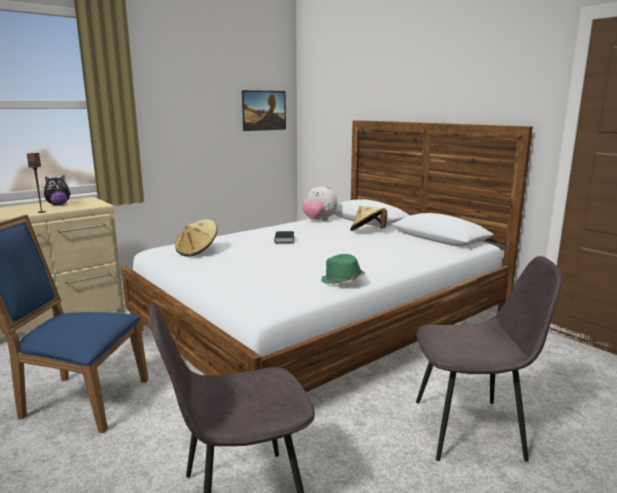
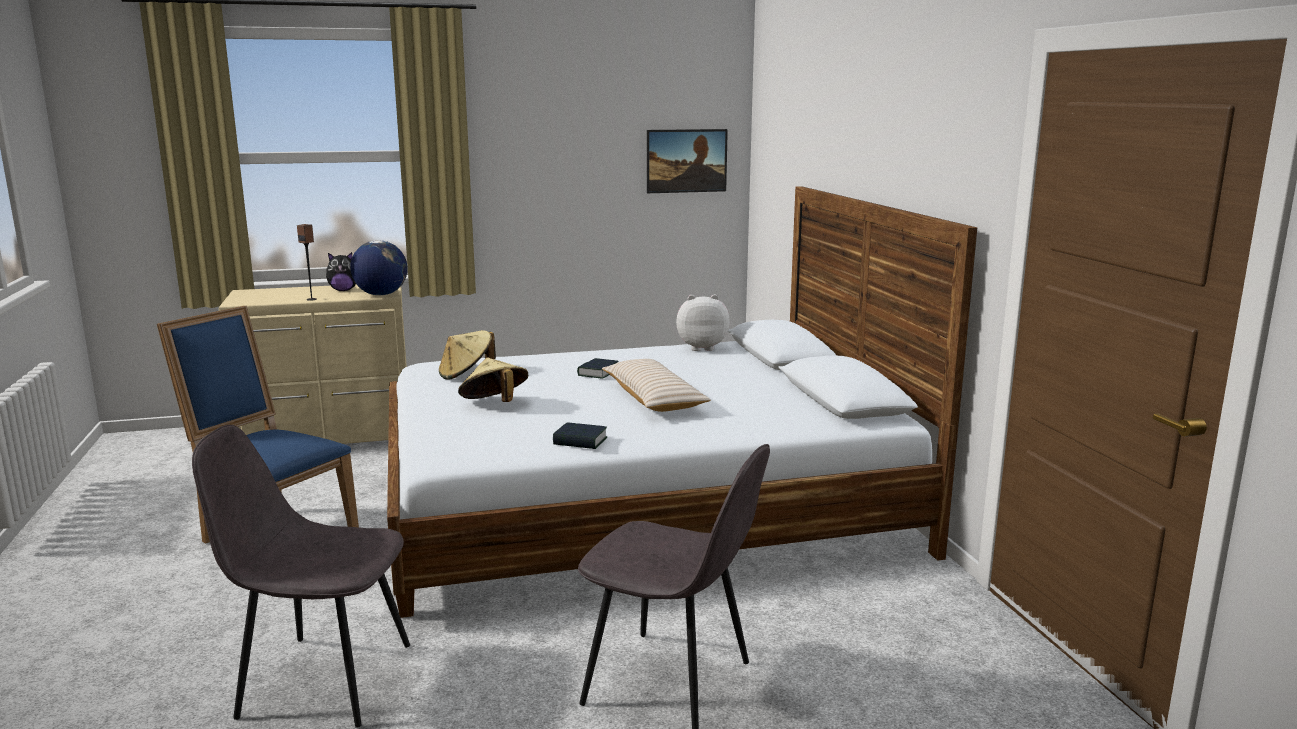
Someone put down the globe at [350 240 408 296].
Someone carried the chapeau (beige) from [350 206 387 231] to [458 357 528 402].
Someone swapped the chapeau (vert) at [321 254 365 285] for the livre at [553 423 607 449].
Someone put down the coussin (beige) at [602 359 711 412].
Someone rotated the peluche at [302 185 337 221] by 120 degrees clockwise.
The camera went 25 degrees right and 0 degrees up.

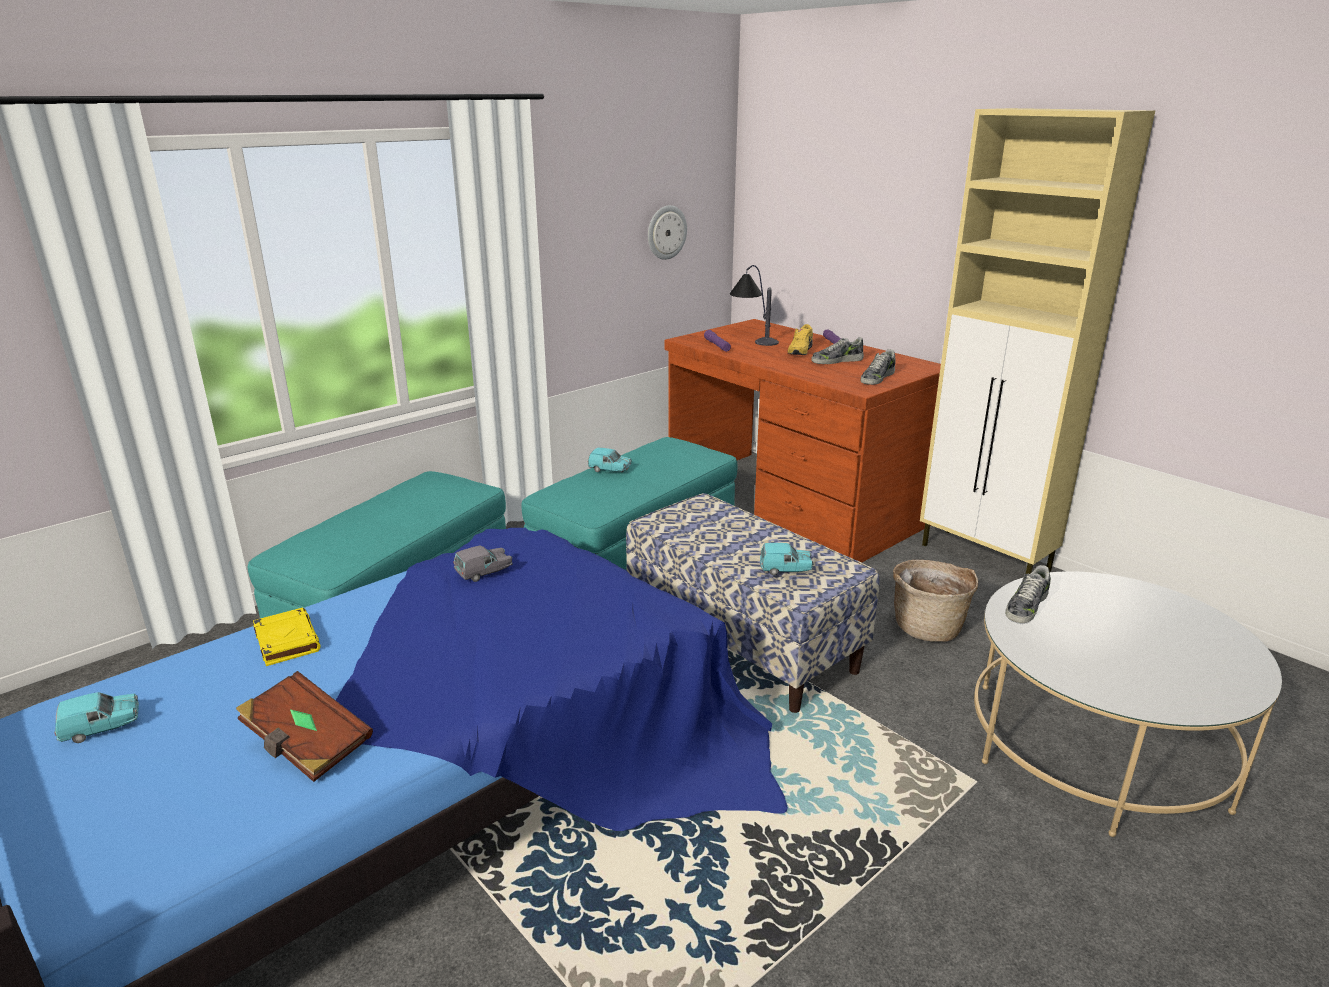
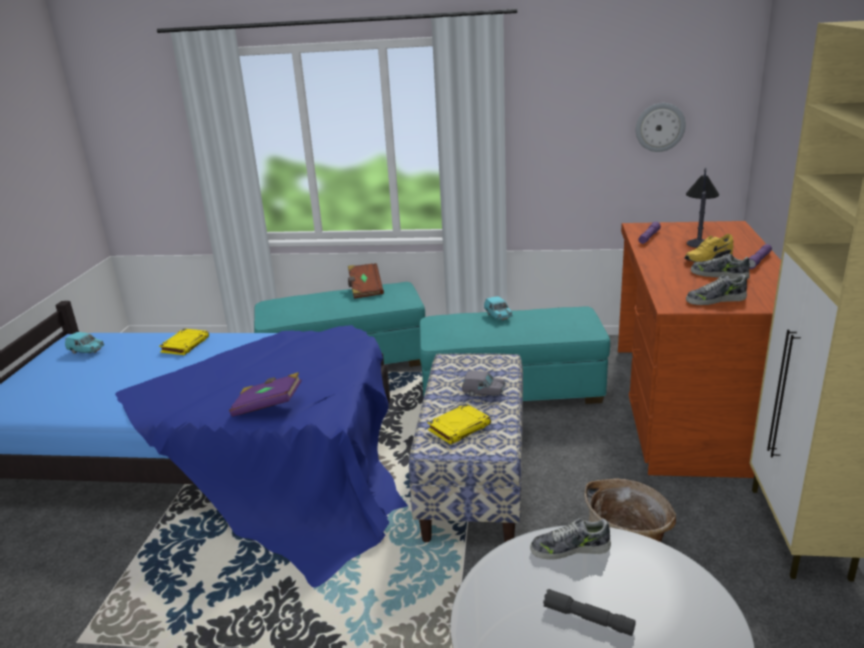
Someone put down the livre (violet) at [229 372 302 417].
Someone carried the livre (marron) from [236 671 373 782] to [348 263 384 299].
Someone swapped the petite voiture (turquoise) at [760 543 813 575] for the livre (jaune) at [427 404 491 445].
Someone carried the petite voiture (gris) from [453 546 512 582] to [462 371 505 397].
Someone put down the lampe de poche (gris) at [543 589 636 636].
The camera went 50 degrees right and 0 degrees up.

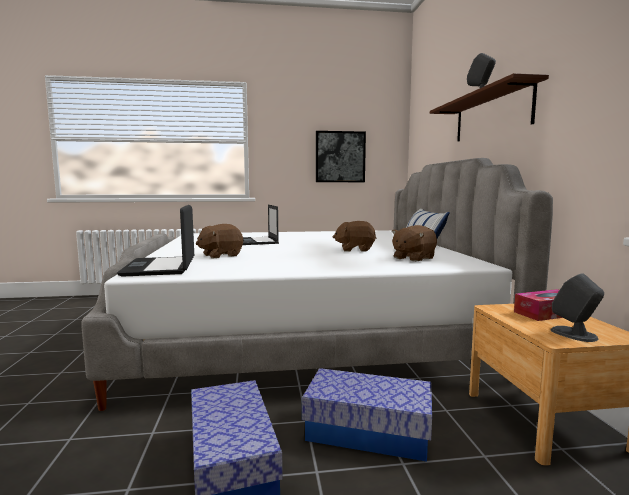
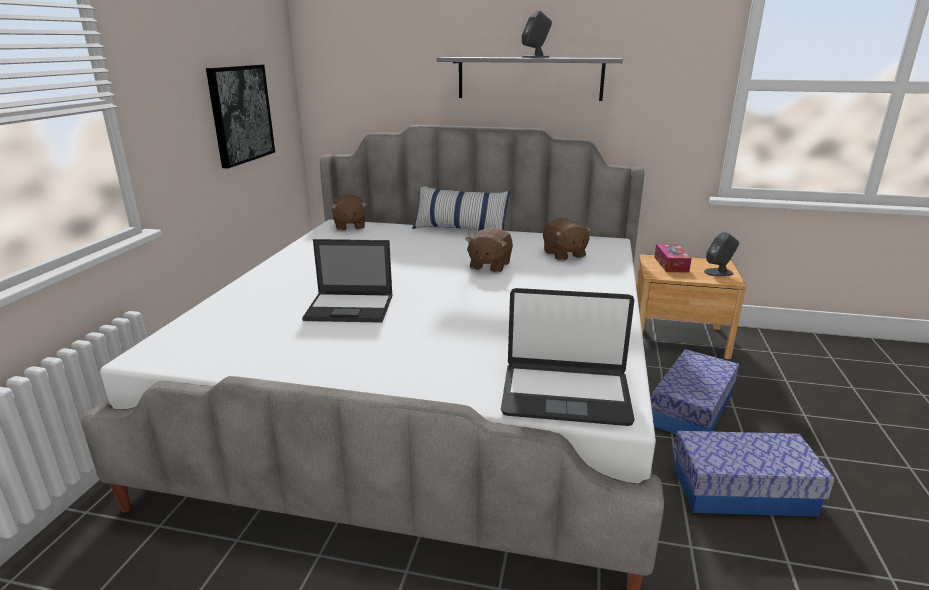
Someone carried the peluche (marron) from [195 224 243 259] to [330 194 367 231].
Someone repainted the étagère (marron) at [430 73 549 141], which became the étagère (gris) at [437 57 623 101].
The camera went 70 degrees left and 15 degrees up.

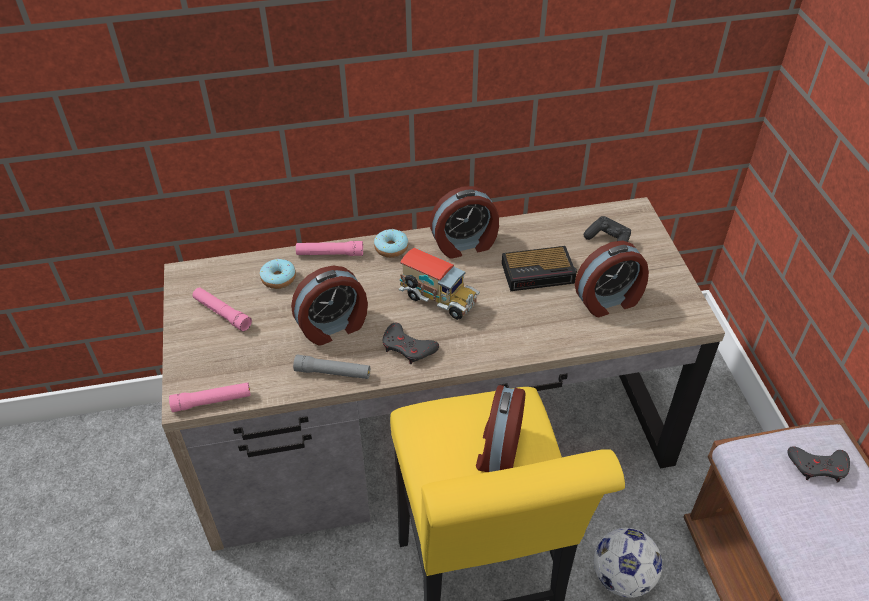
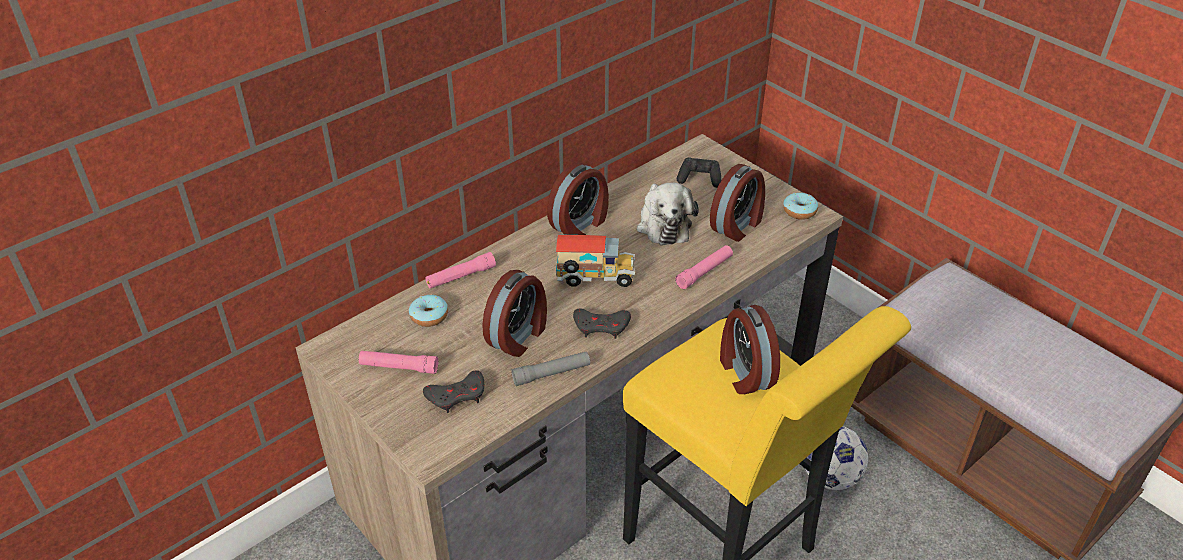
Someone carried the manette (gris) from [788 446 850 482] to [423 370 484 413].
Someone swapped the réveil at [502 246 577 291] for the peluche at [637 183 699 246].
Someone carried the lampe de poche (rose) from [169 382 251 412] to [675 245 733 289].
Someone carried the beignet from [374 229 409 258] to [783 193 818 220].
The camera went 30 degrees left and 5 degrees down.

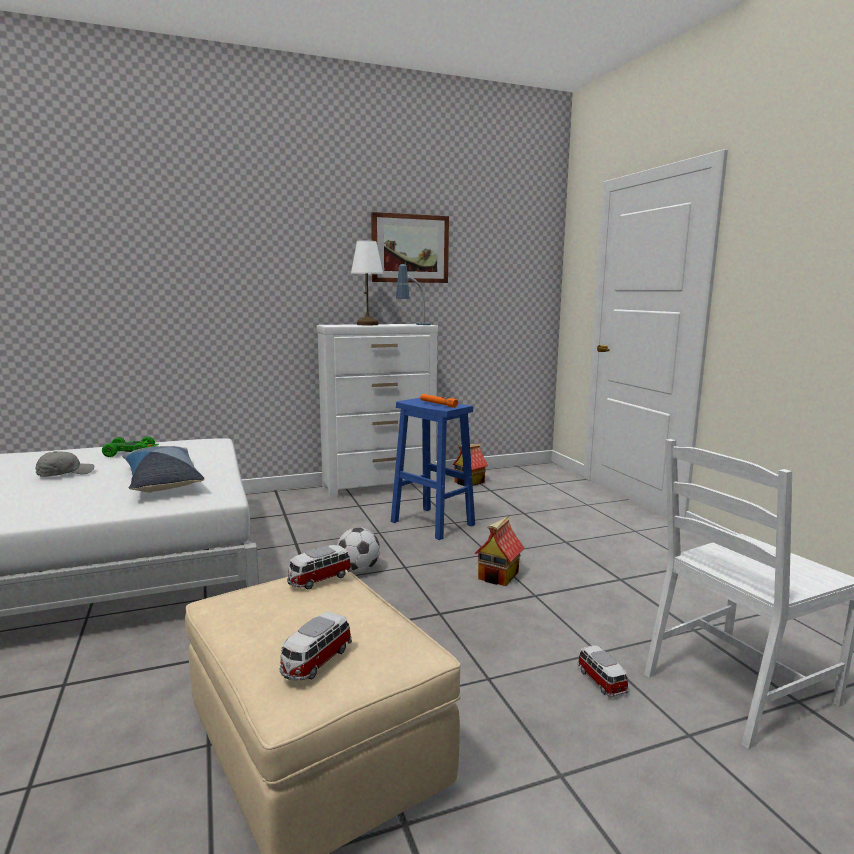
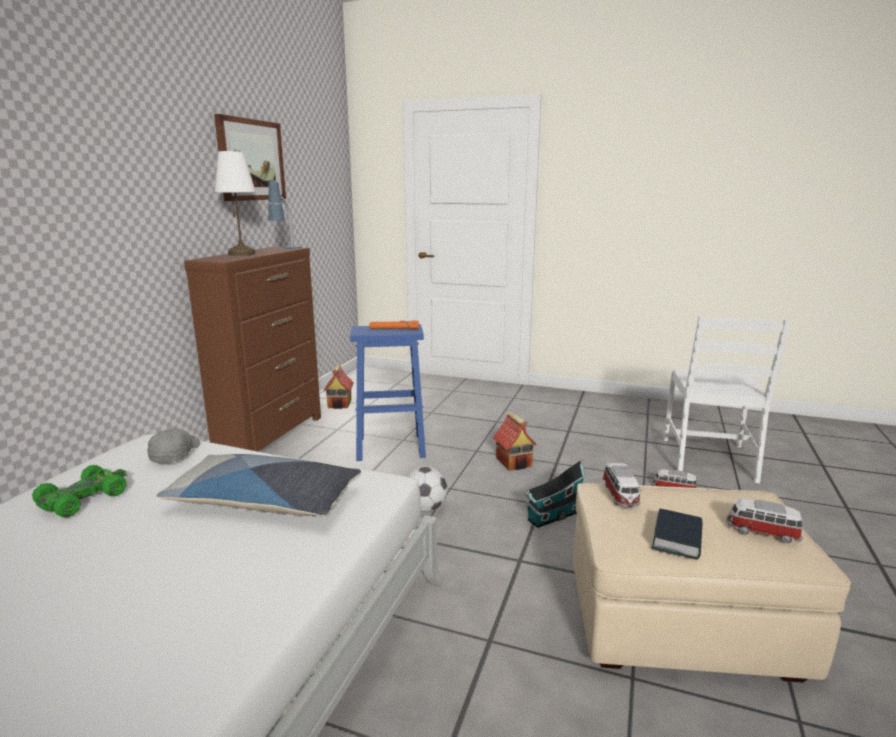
Someone carried the casquette (gris) from [35 451 94 477] to [147 428 200 463].
Someone repainted the commode (blanc) at [317 324 438 498], which became the commode (marron) at [184 246 321 451].
Someone put down the maison miniature at [525 460 585 528].
Someone put down the livre at [652 509 703 560].
Someone rotated the petite voiture at [280 612 352 681] by 135 degrees clockwise.
The camera went 50 degrees left and 5 degrees up.

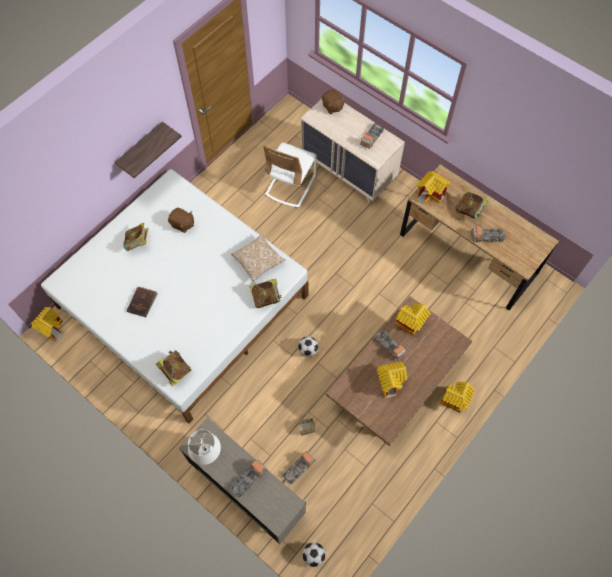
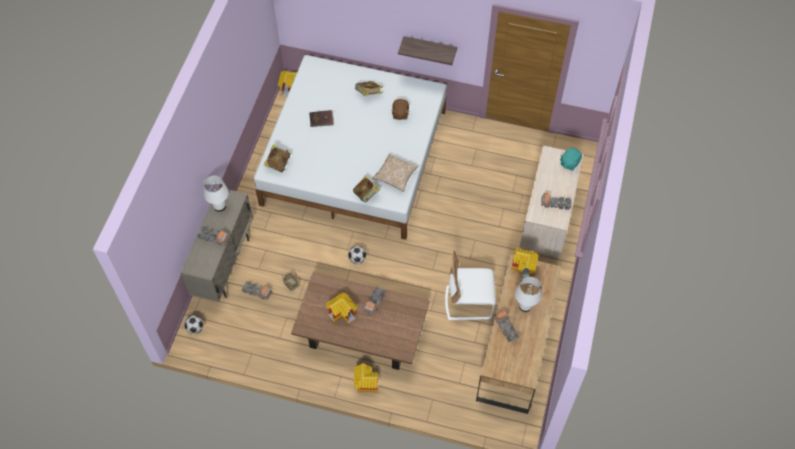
Someone carried the chaise (blanc) from [263 142 317 208] to [445 249 496 320].
Someone swapped the livre at [456 190 489 219] for the lampe de table (blanc) at [515 277 541 312].
Someone repainted the peluche (marron) at [322 90 345 114], which became the peluche (turquoise) at [560 148 582 171].
Someone took away the maison miniature at [395 304 431 336].
The camera went 65 degrees right and 5 degrees down.

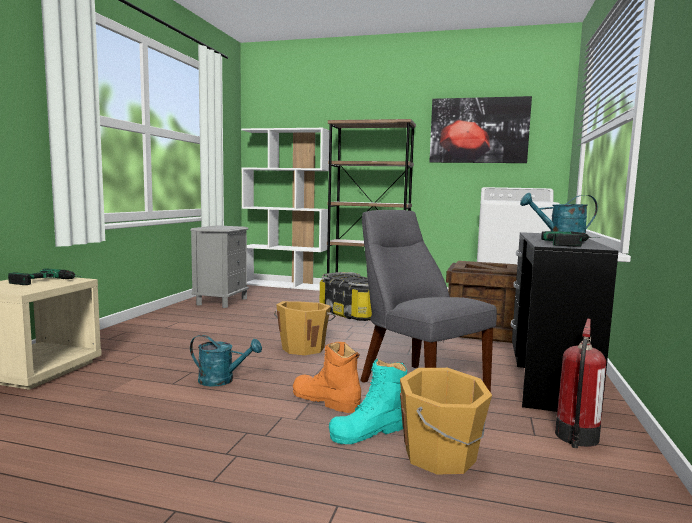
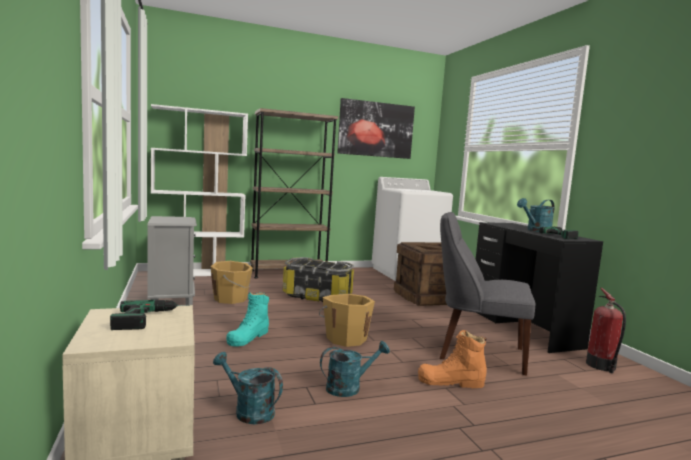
Someone carried the seau (orange) from [400 368 492 475] to [211 261 253 304].
Someone put down the arrosoir (turquoise) at [213 352 283 424].
Someone carried the botte (turquoise) from [329 359 407 444] to [226 292 269 347].
The camera went 35 degrees left and 0 degrees up.

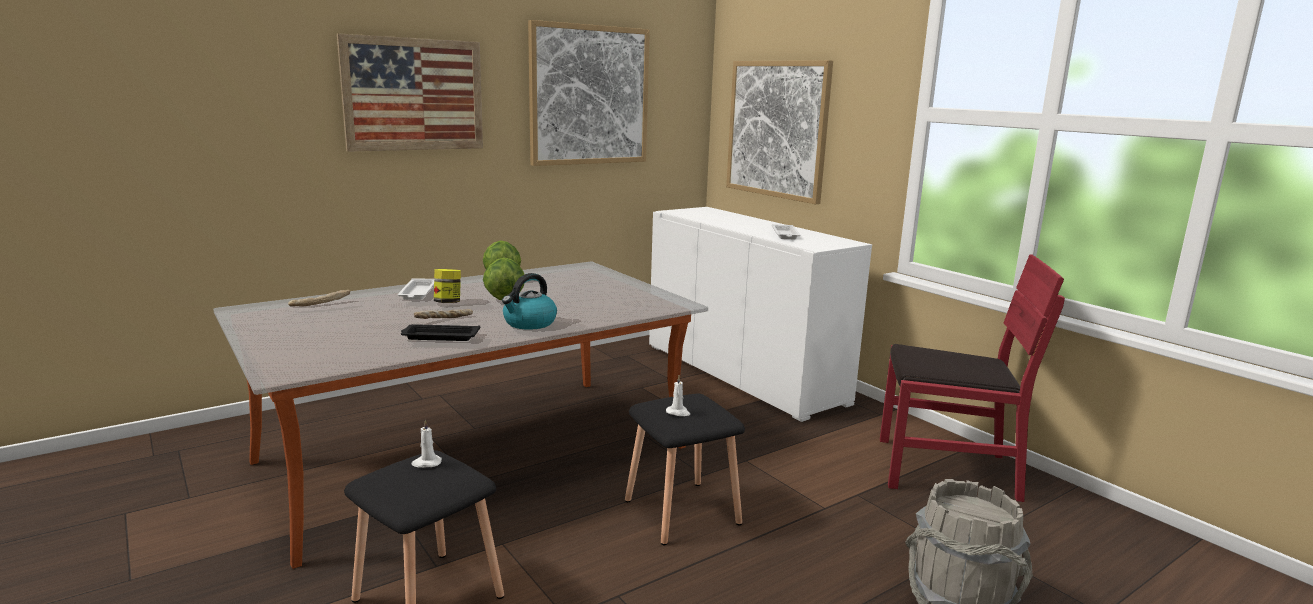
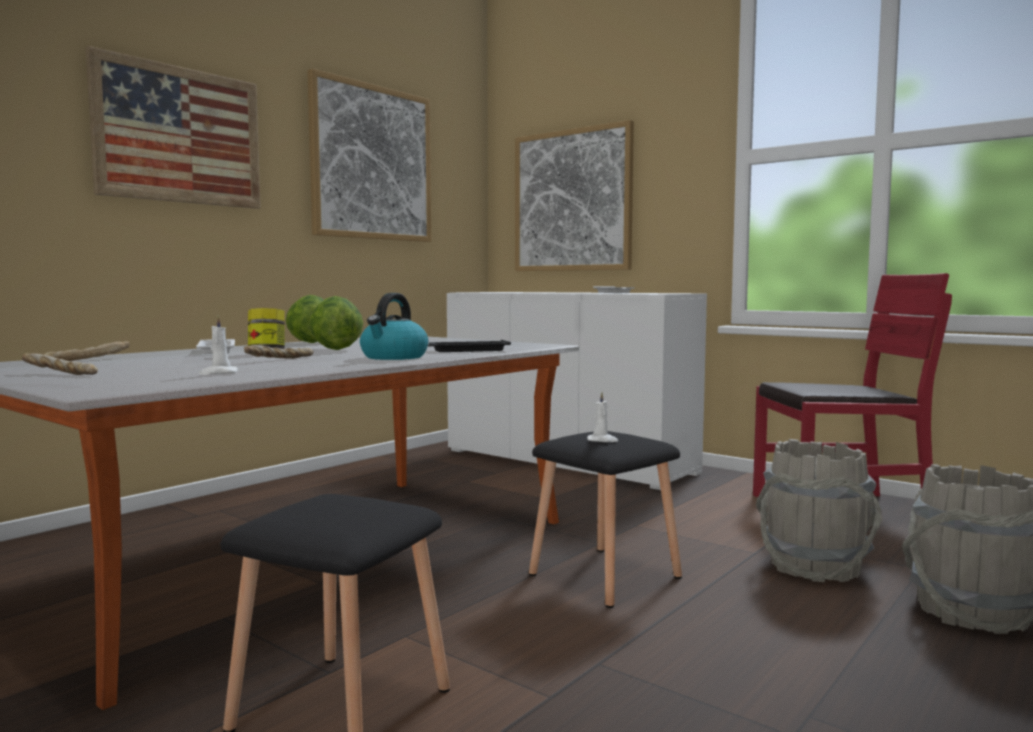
Someone put down the pain at [22 353 98 375].
Someone carried the bougie (blanc) from [411 420 442 468] to [199 315 238 375].
Someone carried the plateau (noir) from [401 324 480 341] to [428 340 511 352].
Someone put down the seau (gris) at [756 439 883 582].
The camera went 15 degrees left and 10 degrees down.

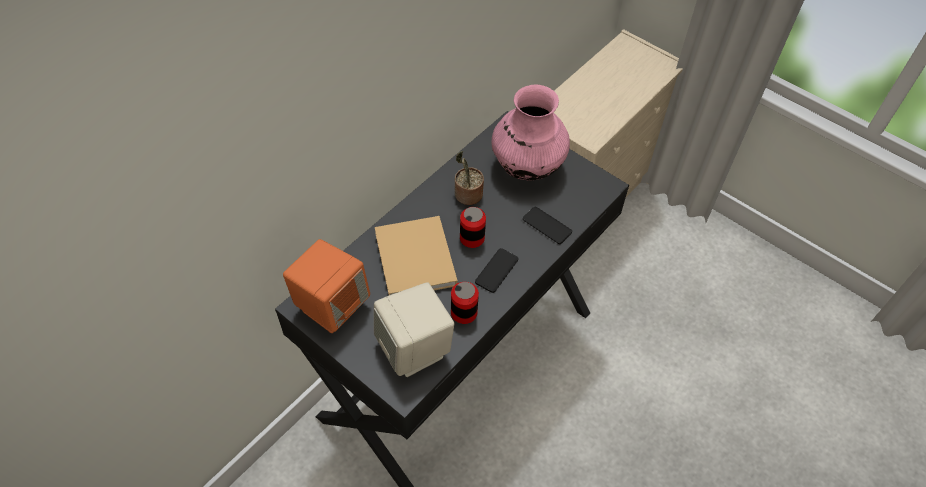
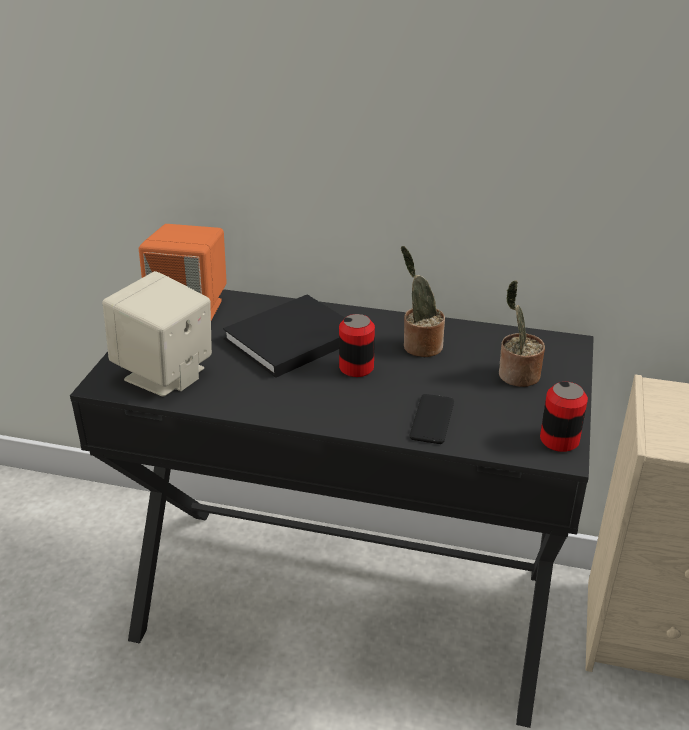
Someone repainted the livre (beige) at [375 216 457 295], which became the livre (noir) at [223 295 345 378].
Someone swapped the vase (rose) at [492 85 570 181] for the plante en pot at [499 280 545 387].
Someone carried the boîte métallique from [451 282 479 324] to [540 382 588 452].
Someone took away the téléphone at [475 248 518 293].
The camera went 65 degrees right and 20 degrees down.

